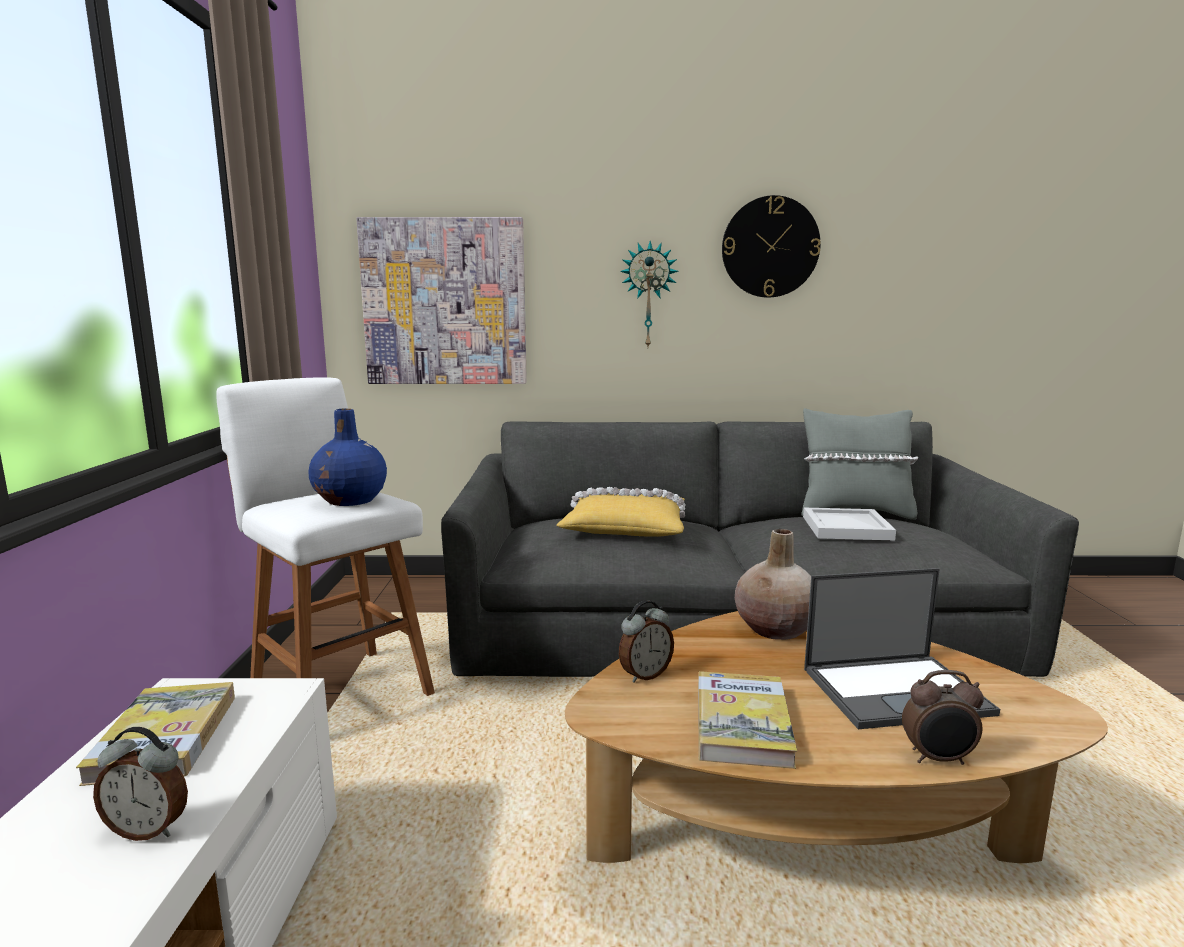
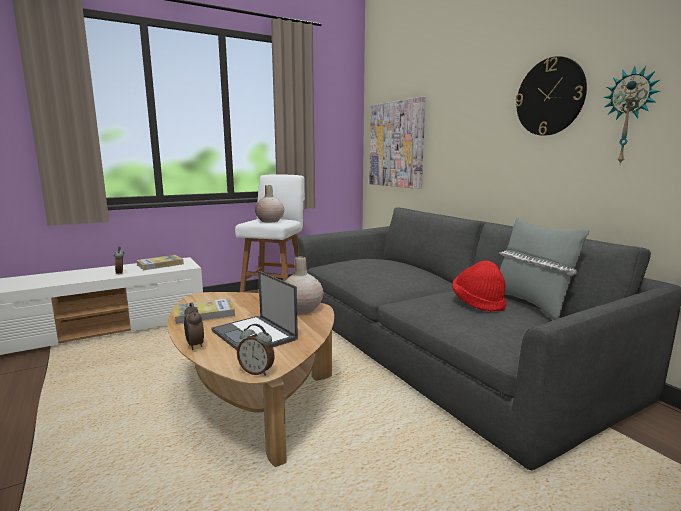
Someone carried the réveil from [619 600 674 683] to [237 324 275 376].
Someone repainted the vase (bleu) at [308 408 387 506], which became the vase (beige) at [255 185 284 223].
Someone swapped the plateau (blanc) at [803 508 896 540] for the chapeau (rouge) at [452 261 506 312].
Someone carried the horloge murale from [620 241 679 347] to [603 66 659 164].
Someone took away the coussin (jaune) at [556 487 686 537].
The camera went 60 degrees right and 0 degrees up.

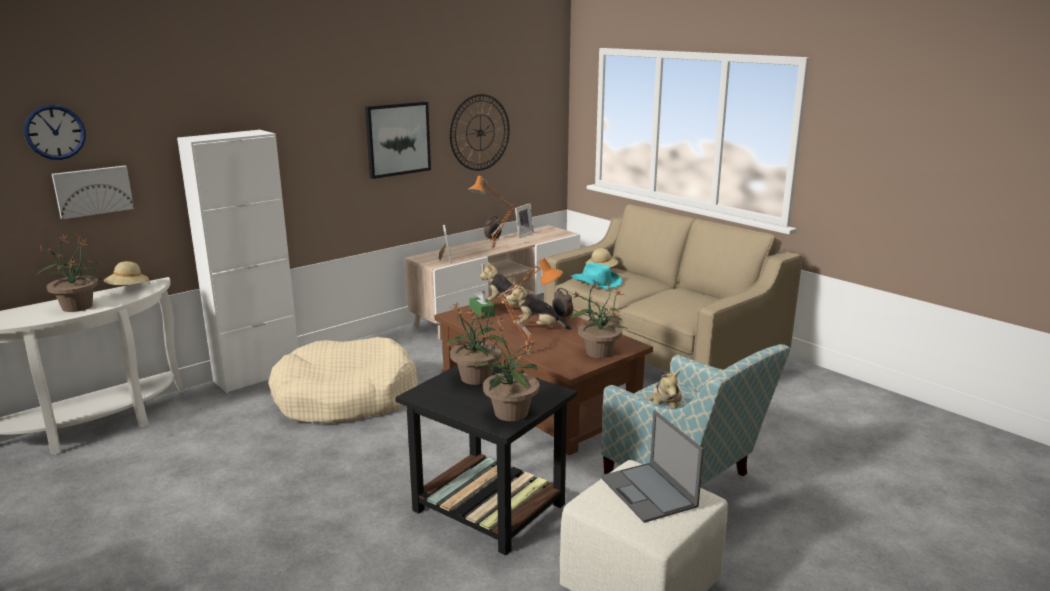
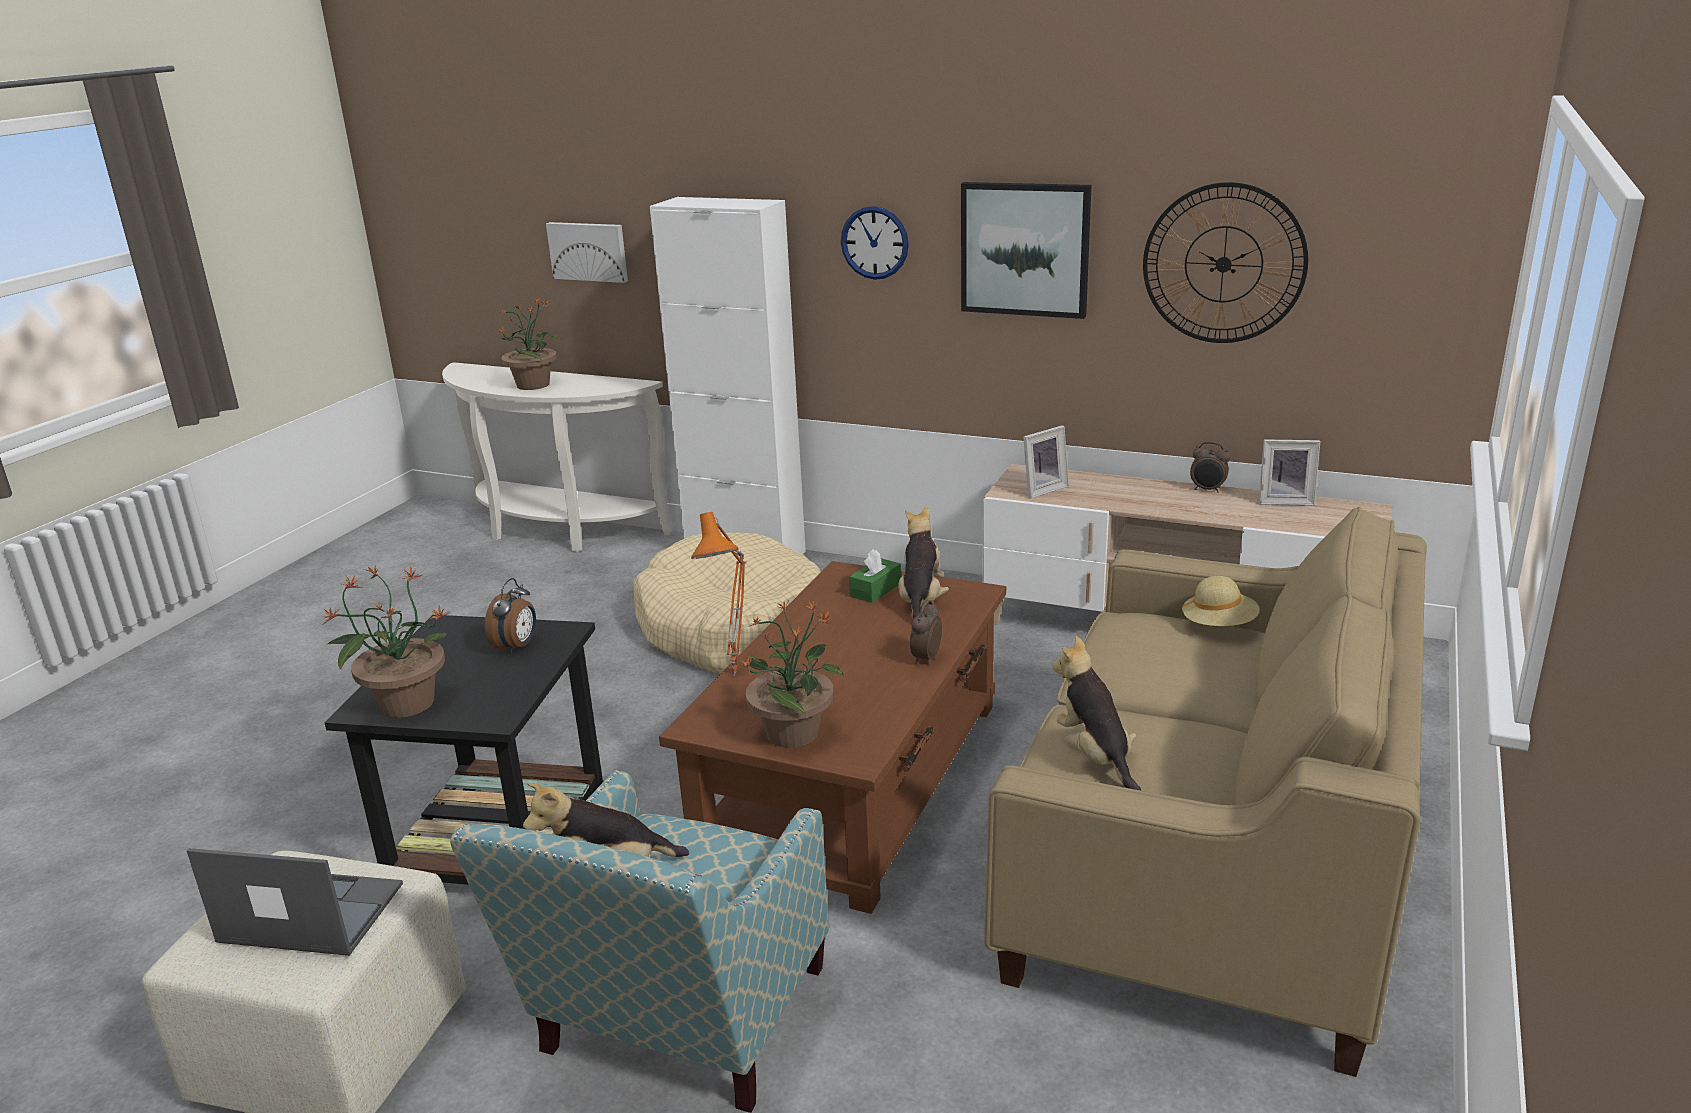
Someone rotated the ordinateur portable at [601 410 704 523] by 60 degrees clockwise.
Someone swapped the plante en pot at [446 303 509 385] for the réveil at [484 578 536 654].
Someone carried the horloge murale from [24 105 86 160] to [841 206 909 280].
Someone carried the peluche from [508 283 572 330] to [1052 636 1142 791].
Someone took away the chapeau (beige) at [104 261 150 285].
Someone took away the lampe de table (orange) at [468 176 515 250].
Someone took away the chapeau (turquoise) at [570 262 623 289].
The camera went 65 degrees right and 5 degrees up.

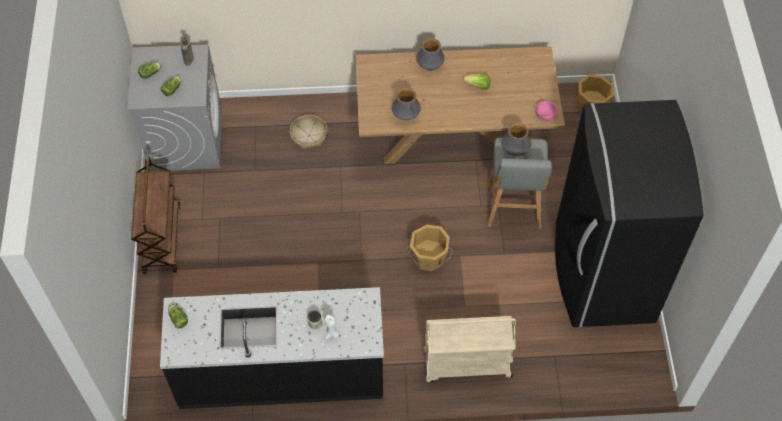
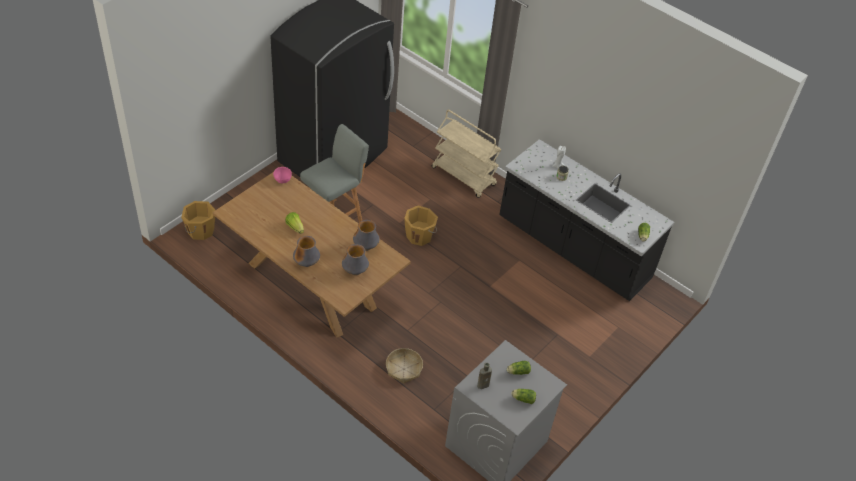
Someone carried the vase from [502 123 532 156] to [342 244 369 275].
Someone took away the chariot (marron) at [131 157 180 274].
The camera went 140 degrees left and 10 degrees down.

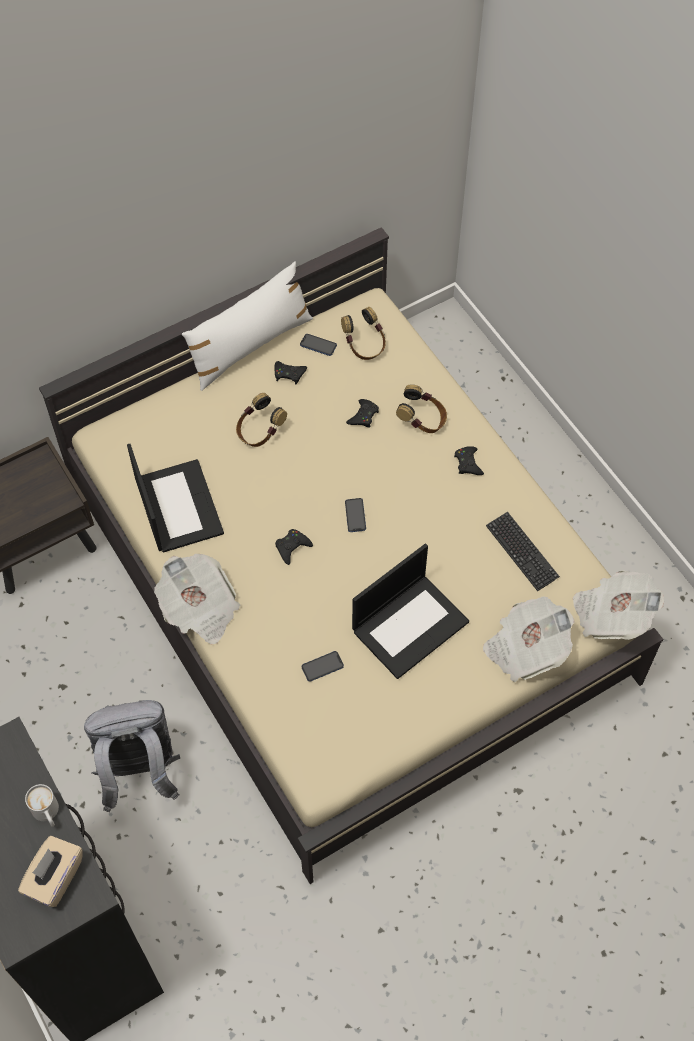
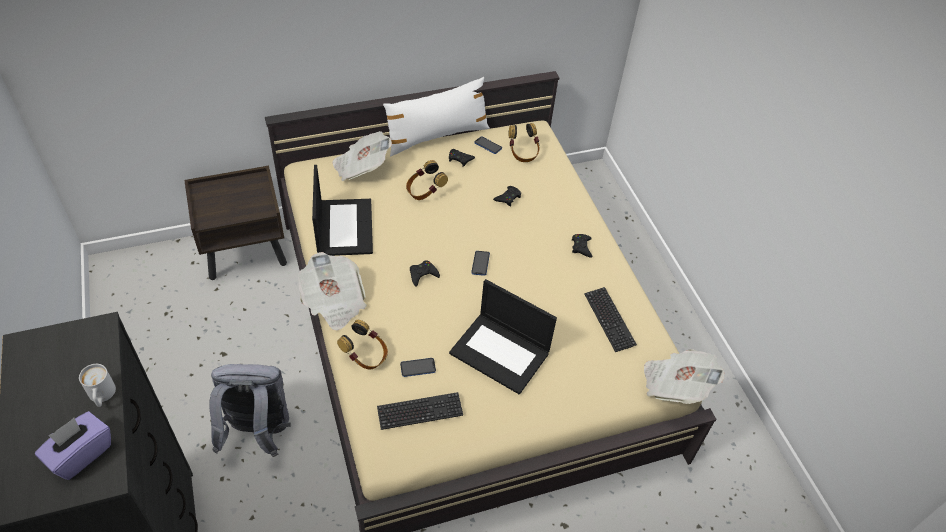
Someone repainted the boîte à mouchoirs (beige) at [18 836 82 907], which became the boîte à mouchoirs (violet) at [35 411 111 480].
Someone carried the journal from [483 596 575 682] to [332 131 392 181].
Someone carried the casque audio from [396 384 447 433] to [337 320 388 370].
Someone put down the clavier at [377 392 463 430].
Someone rotated the ordinateur portable at [352 543 469 679] by 60 degrees clockwise.
The camera went 10 degrees right and 10 degrees down.

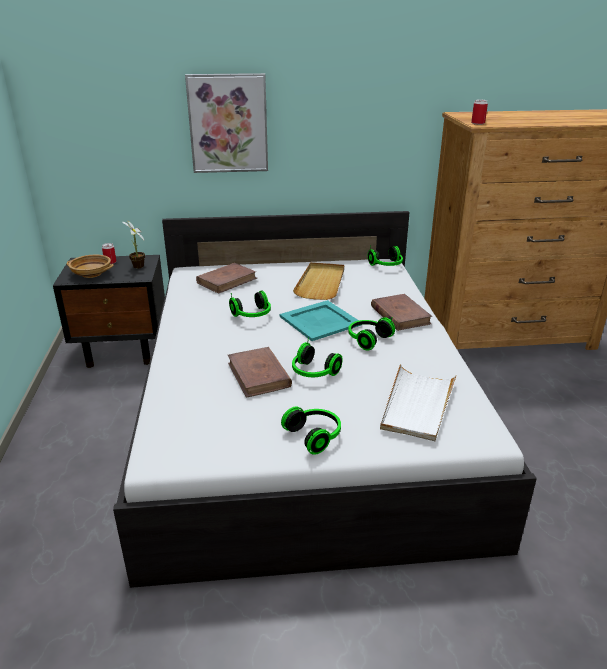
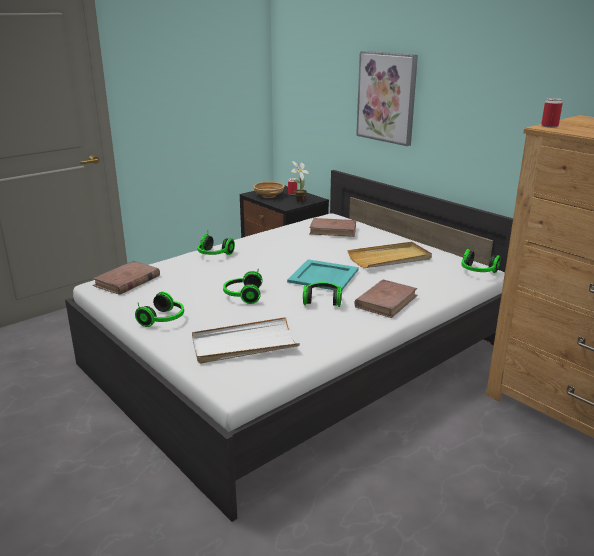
Someone carried the livre (marron) from [228 347 292 398] to [93 261 160 295].
Someone carried the casque audio from [229 291 271 317] to [197 234 235 255].
The camera went 55 degrees right and 5 degrees down.

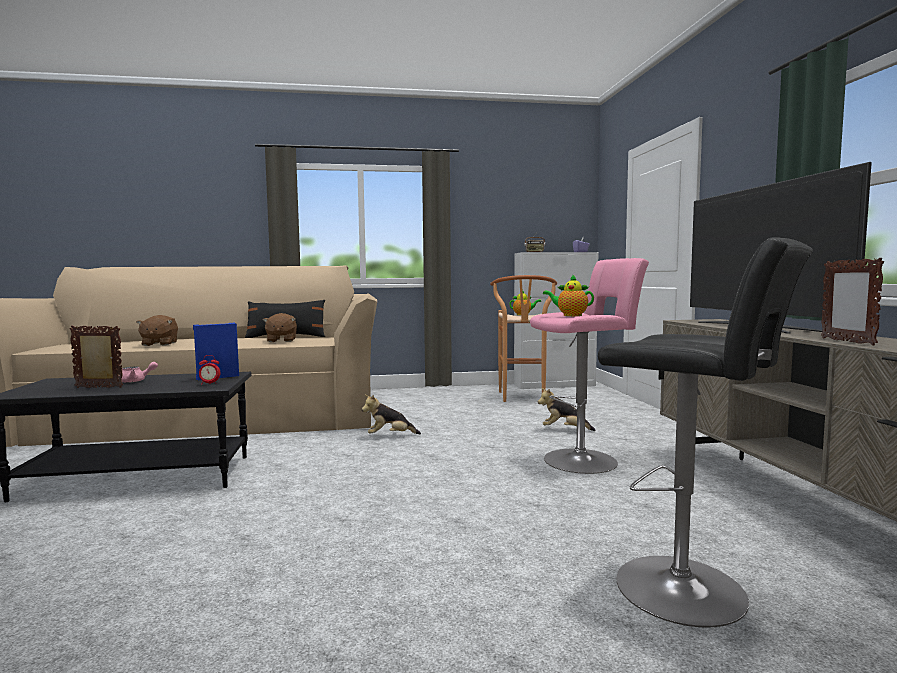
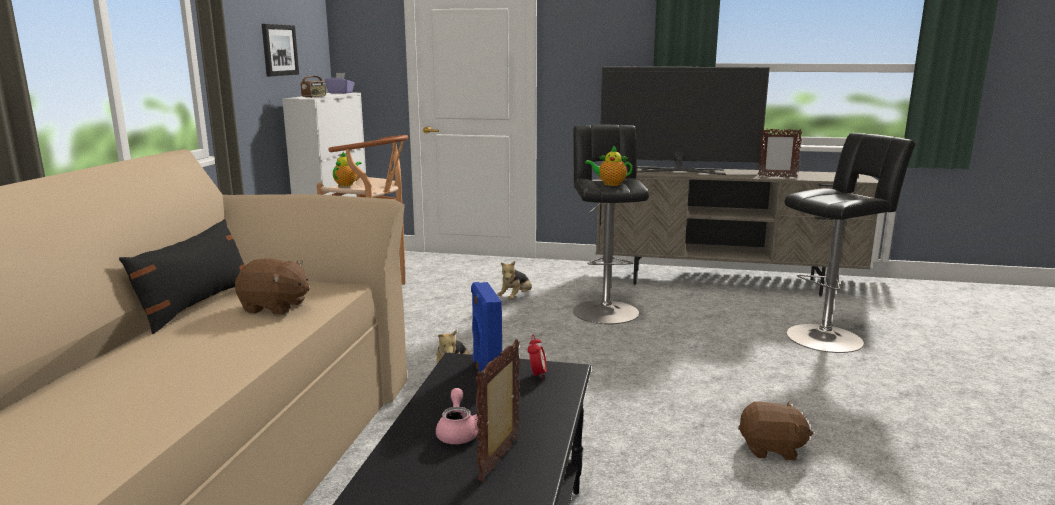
Someone put up the tableau at [262 24 299 76].
Someone repainted the tabouret (rose) at [530 258 649 474], which became the tabouret (noir) at [573 125 649 324].
Someone rotated the théière at [543 274 594 316] by 60 degrees clockwise.
Someone carried the peluche (marron) from [136 315 178 346] to [738 402 813 461].
The camera went 70 degrees left and 10 degrees up.

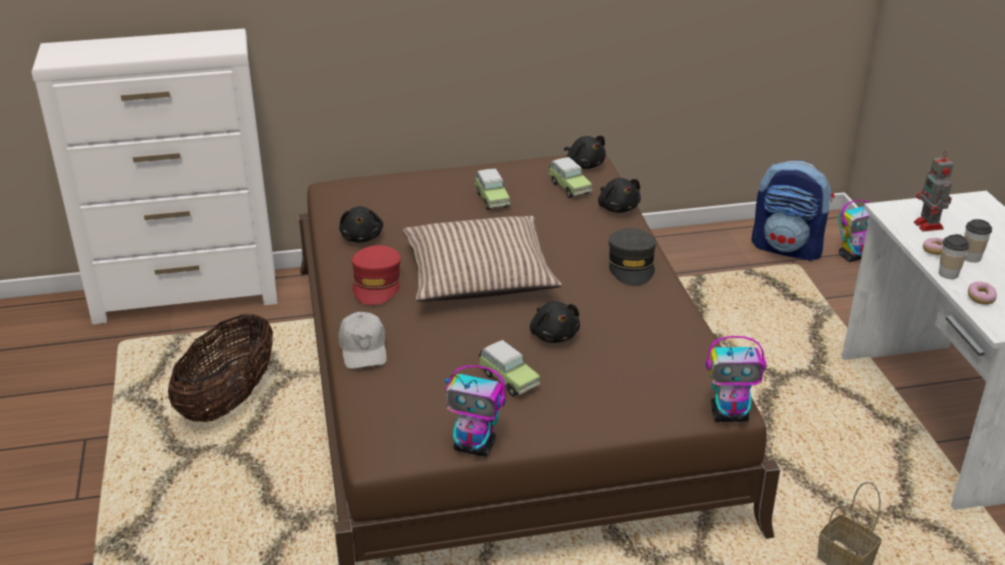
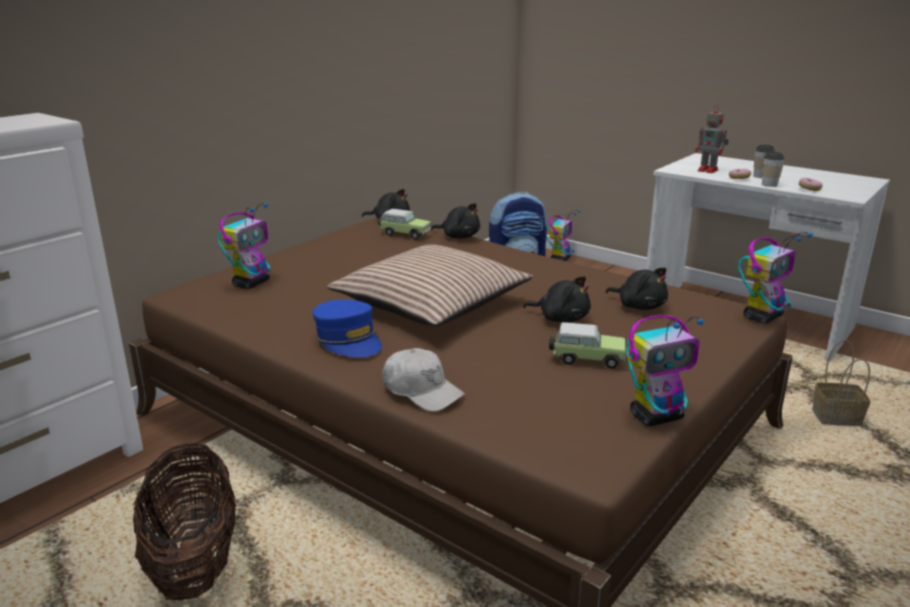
Someone put down the robot jouet at [218 203 270 289].
Someone repainted the casquette (rouge) at [352 245 401 305], which became the casquette (bleu) at [313 300 382 358].
Someone carried the peluche (noir) from [339 206 383 243] to [606 267 668 310].
Someone took away the petite voiture at [475 168 510 210].
Someone took away the casquette (gris) at [608 228 656 285].
The camera went 40 degrees left and 10 degrees down.

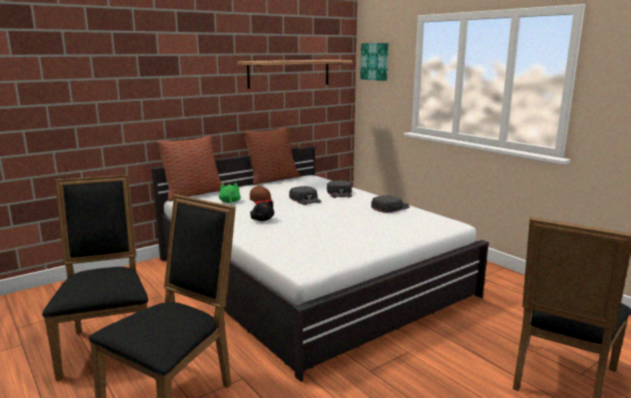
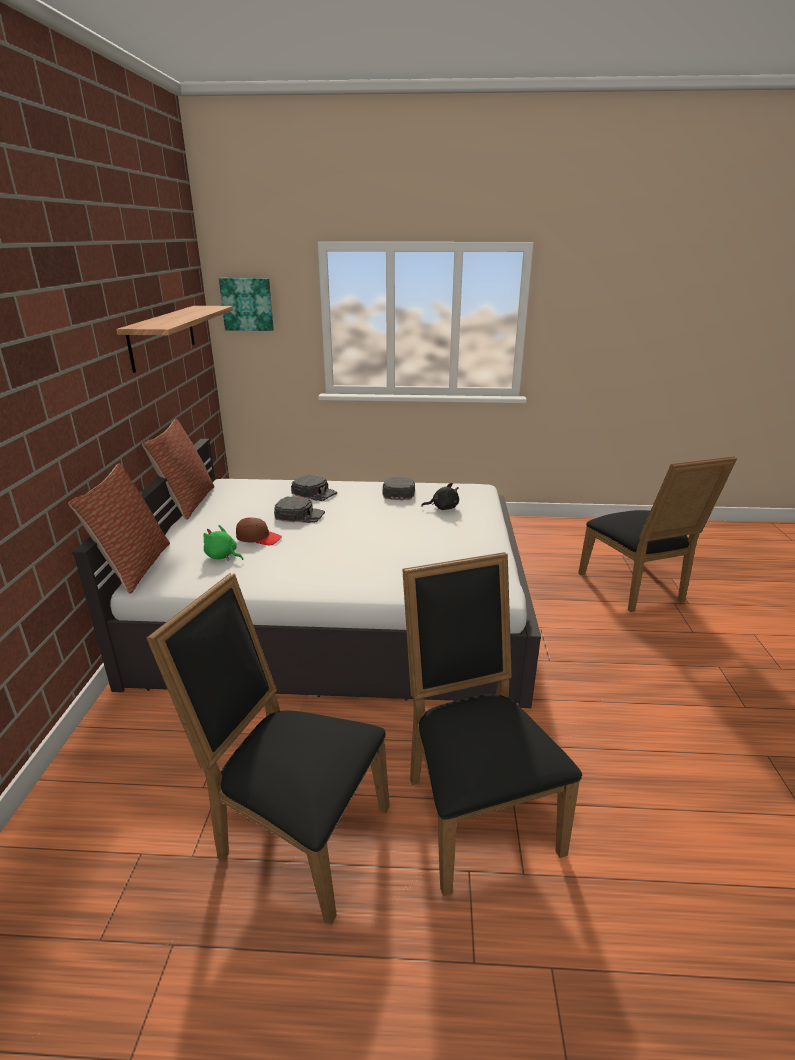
Someone carried the peluche (noir) from [250 201 274 221] to [421 483 459 510].
The camera went 50 degrees left and 10 degrees up.

